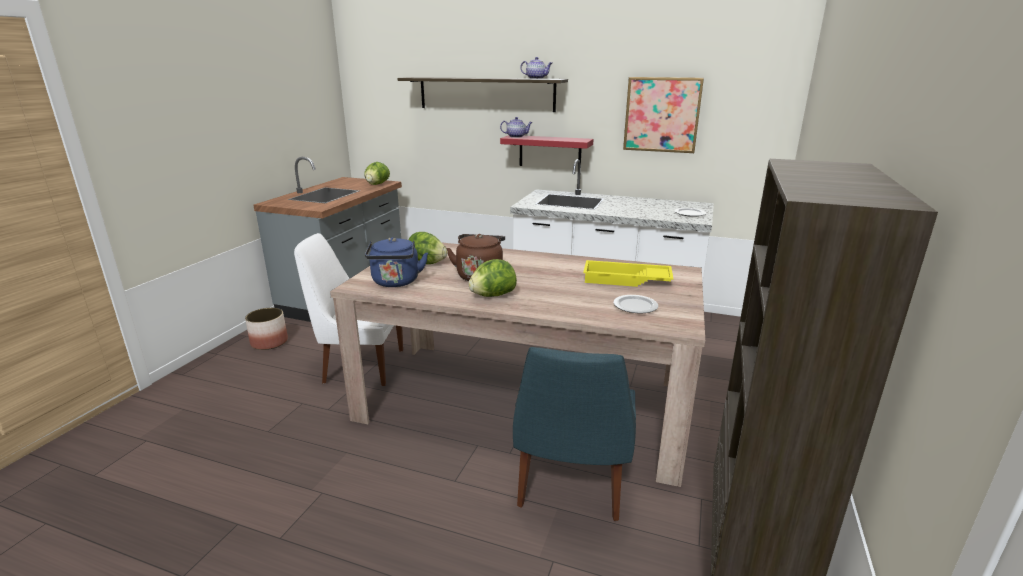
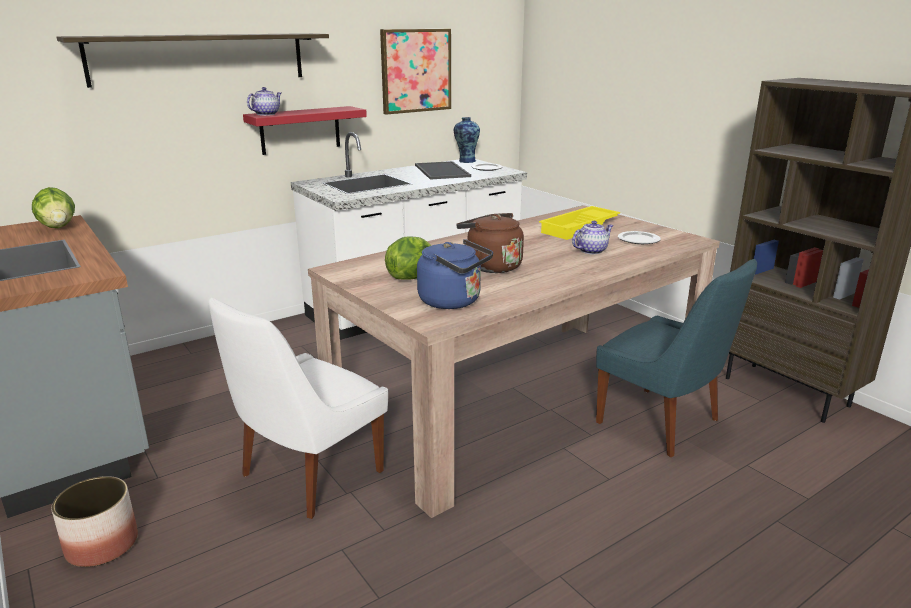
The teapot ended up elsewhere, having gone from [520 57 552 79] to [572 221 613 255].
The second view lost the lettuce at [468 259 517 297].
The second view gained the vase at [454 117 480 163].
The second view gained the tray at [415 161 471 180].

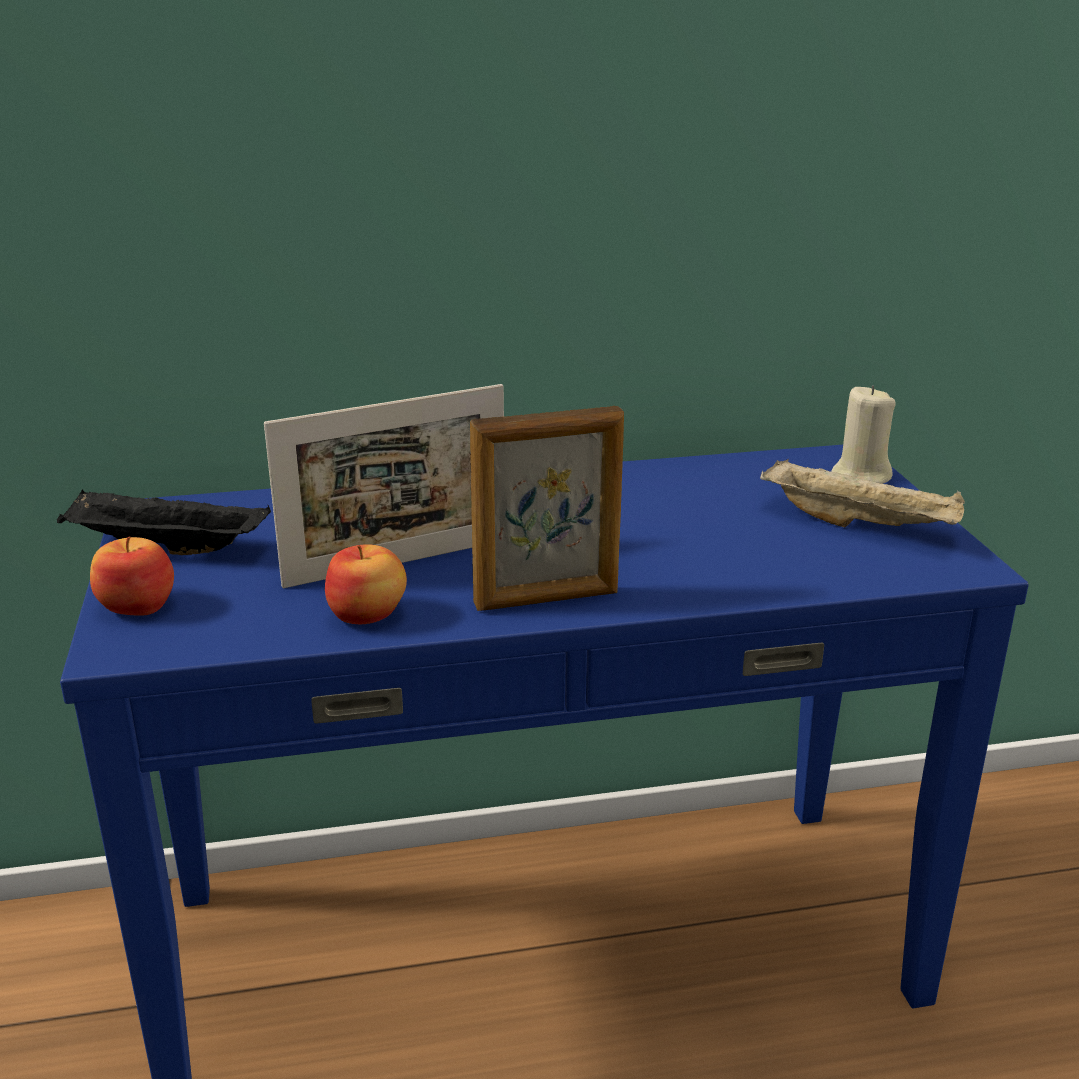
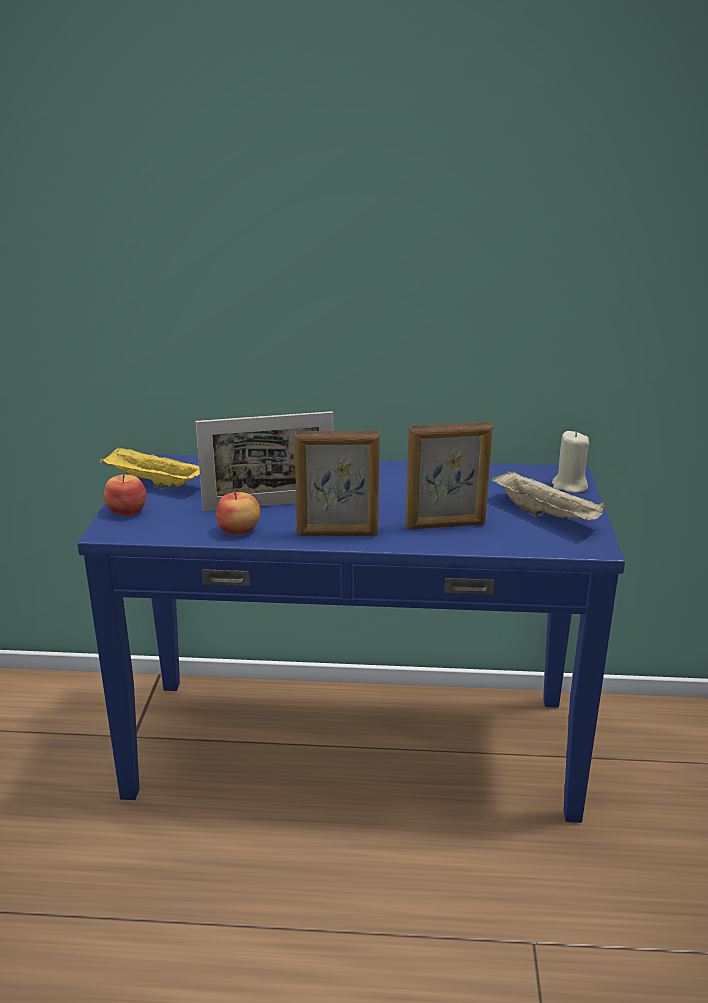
What was the tray in black at [57 490 271 555] turned into the tray in yellow at [100 447 200 488].
The second view gained the picture frame at [405 422 493 529].

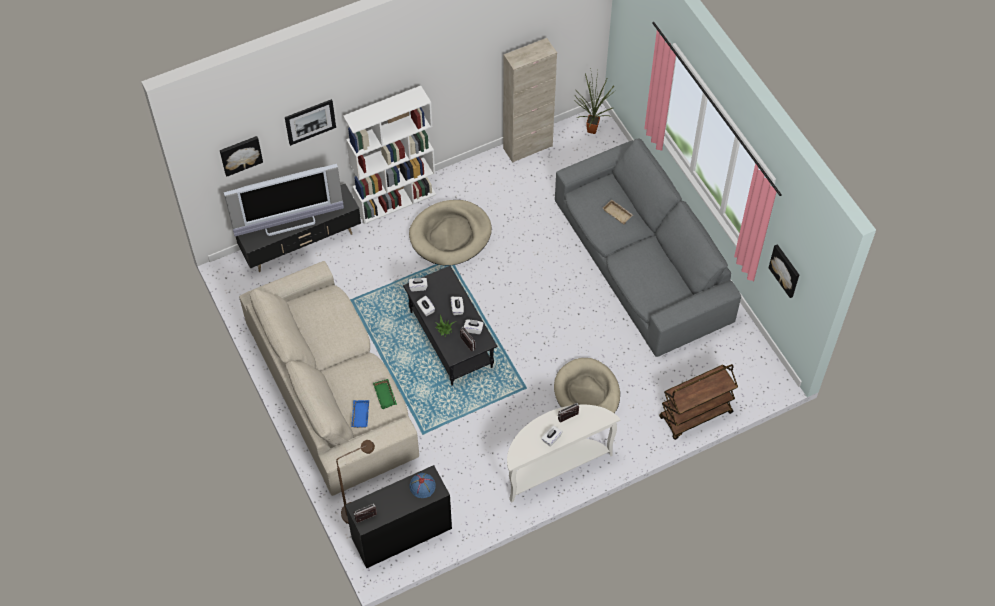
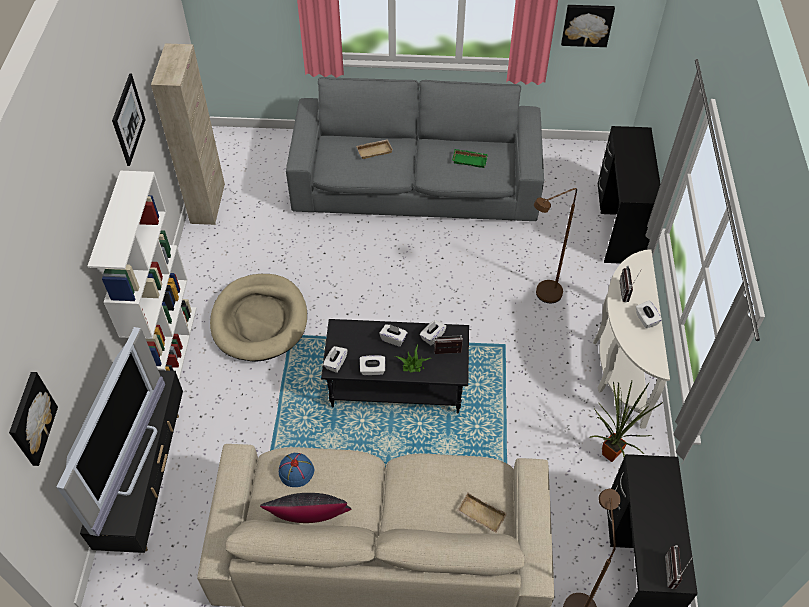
The potted plant ended up elsewhere, having gone from [575 68 616 134] to [589 381 663 462].
The picture ended up elsewhere, having gone from [285 99 336 146] to [112 73 146 166].
Where the dog bed in beige stood at [554 358 620 413], the floor lamp in brown came to stand at [534 188 577 303].
Where the cart in brown stood at [659 364 738 440], the desk in black came to stand at [598 126 660 264].
The tray in green ended up elsewhere, having gone from [373 379 397 409] to [452 149 488 168].
What was the tray in blue at [351 400 369 428] turned into the tray in beige at [457 492 507 533].
The hat in blue ended up elsewhere, having gone from [410 473 436 498] to [279 453 315 487].
The second view gained the pillow in black at [260 493 351 523].

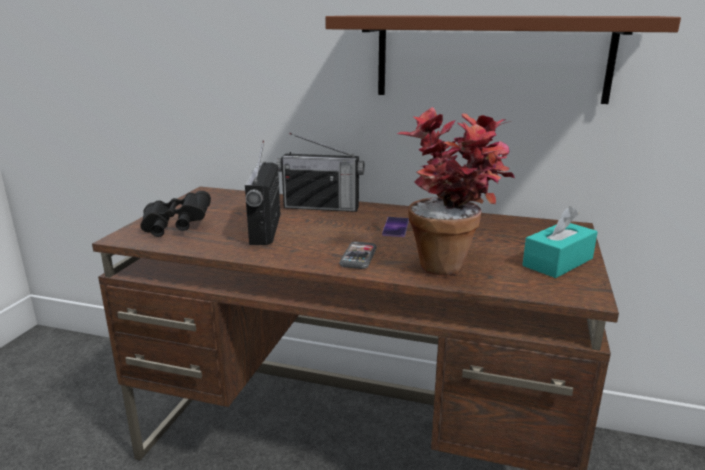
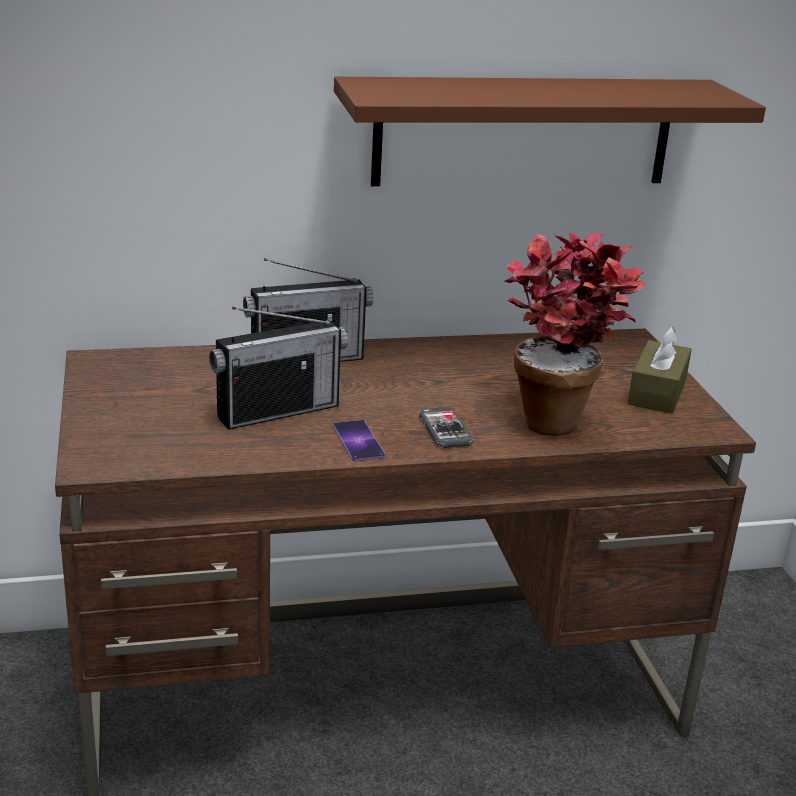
The radio at [245 140 281 245] ended up facing another way, 90 degrees counterclockwise from before.
The second view lost the binoculars in black at [140 191 211 237].
What was the tissue box in turquoise at [522 206 598 278] turned into the tissue box in brown at [628 327 692 414].
The phone ended up elsewhere, having gone from [382 217 409 237] to [333 420 386 462].

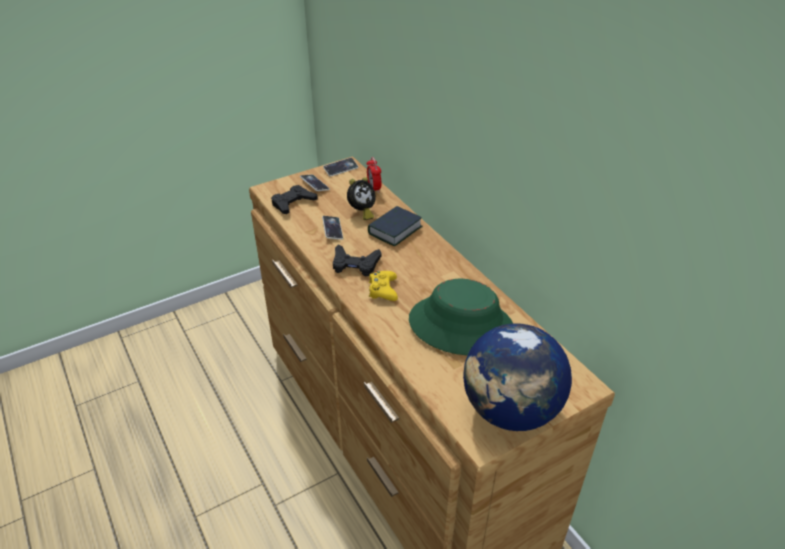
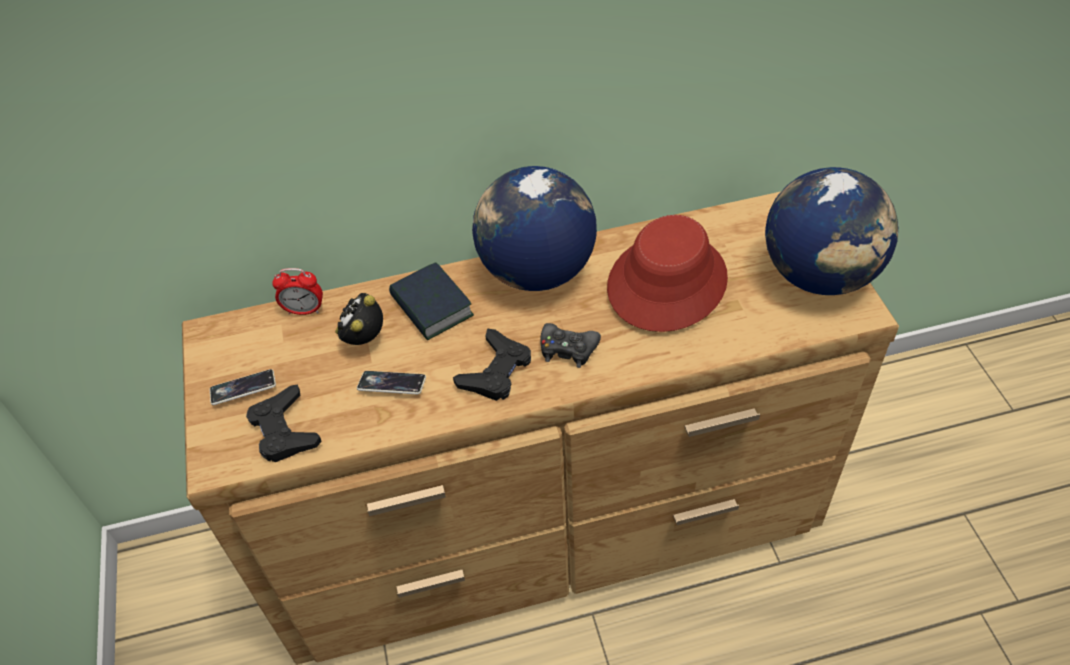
The second view lost the phone at [323 158 358 177].
The alarm clock at [347 177 376 220] ended up facing another way, 135 degrees counterclockwise from before.
What was the game controller in yellow at [369 271 398 301] turned into the game controller in black at [540 323 601 368].
What was the hat in green at [409 279 513 356] turned into the hat in red at [607 215 728 332].
The second view gained the globe at [472 166 597 291].

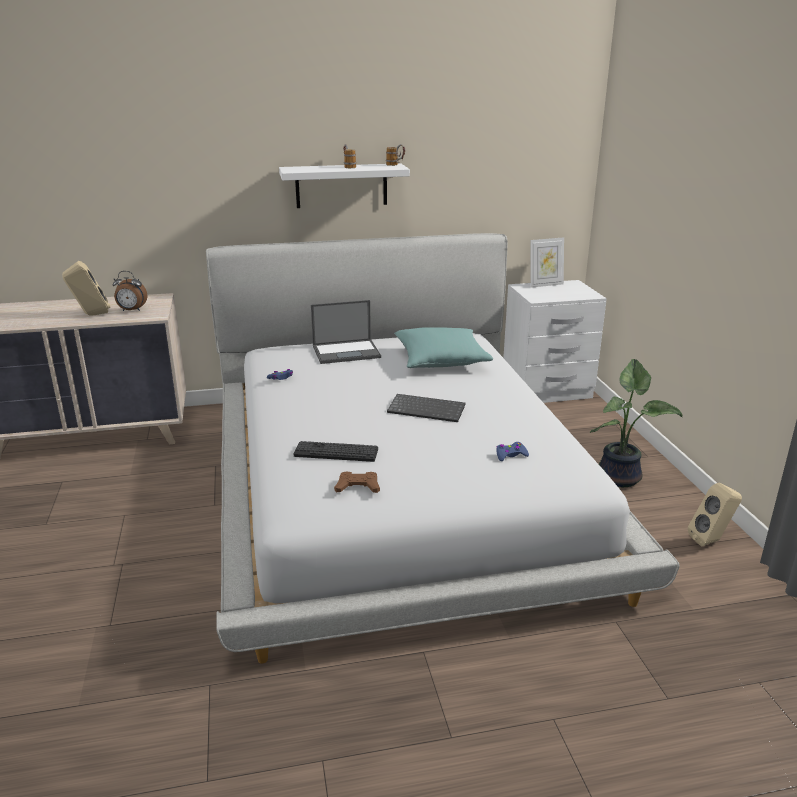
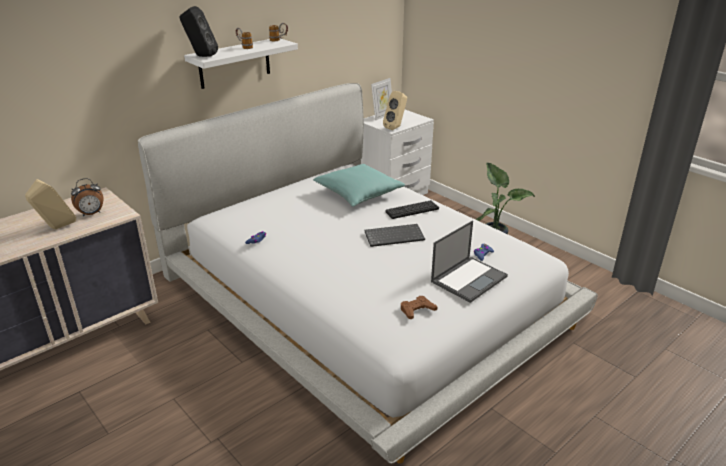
The laptop ended up elsewhere, having gone from [311 300 381 364] to [431 220 508 303].
The keyboard ended up elsewhere, having gone from [294 441 378 462] to [385 200 439 219].
The speaker in beige ended up elsewhere, having gone from [688 483 742 546] to [383 91 407 130].
The second view gained the speaker in black at [180 6 218 57].

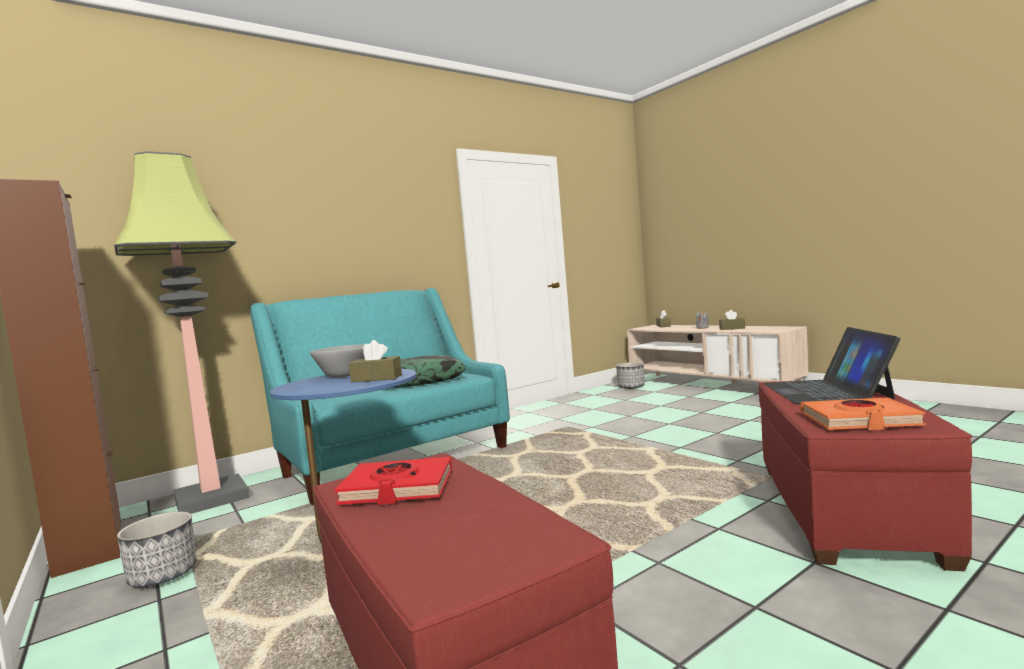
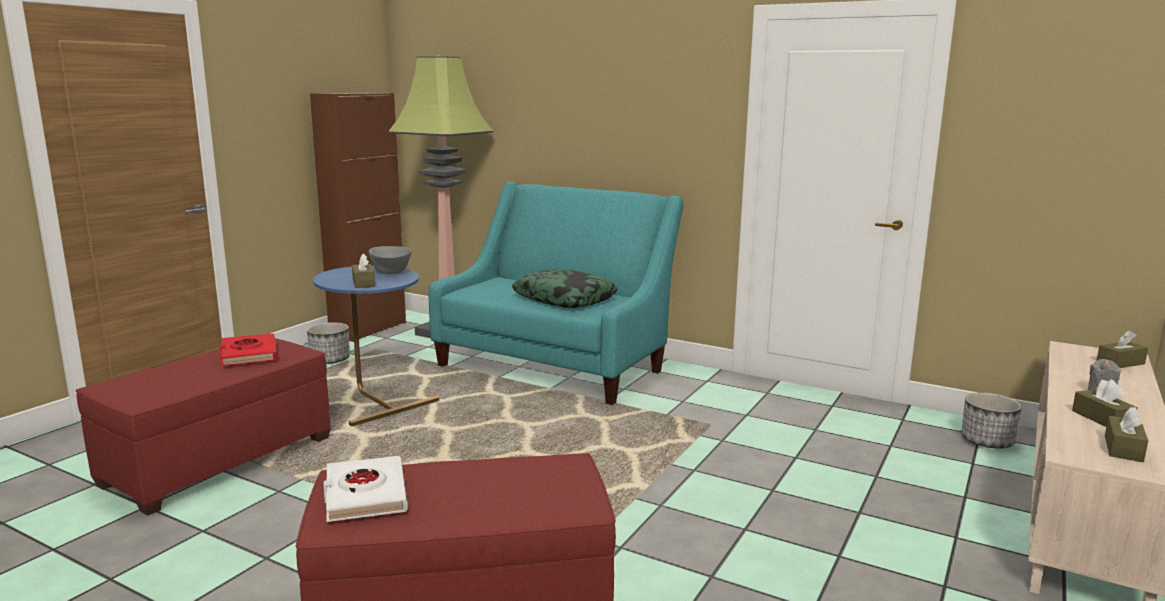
The second view lost the laptop at [763 327 901 404].
What was the book in orange at [800 397 926 430] turned into the book in white at [324 456 408 522].
The second view gained the tissue box in brown at [1105 407 1148 462].

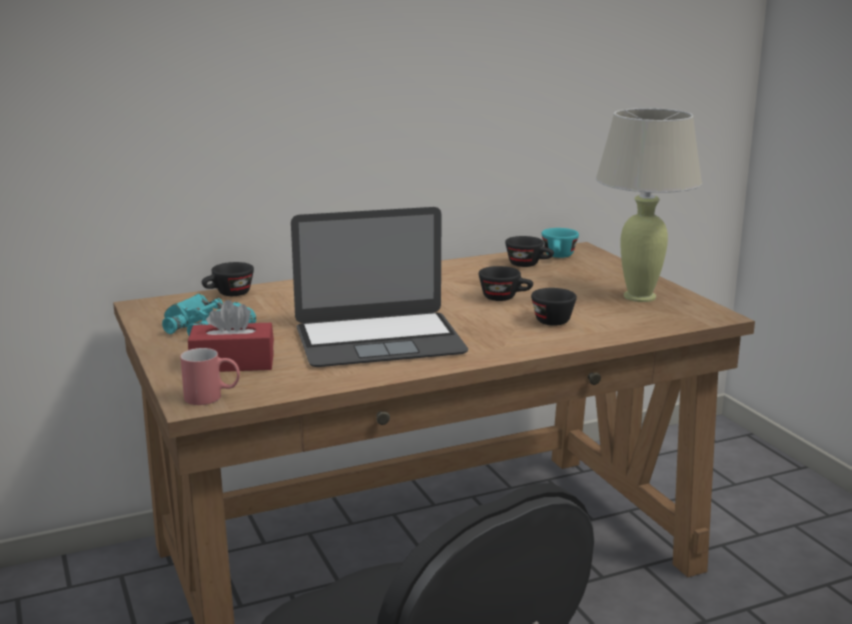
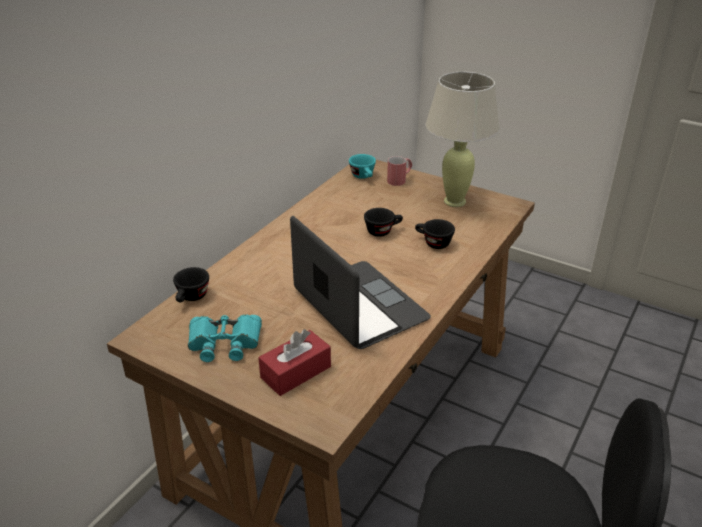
The laptop at [291 207 468 367] ended up facing another way, 75 degrees counterclockwise from before.
The second view lost the cup in black at [505 236 554 267].
The mug in red ended up elsewhere, having gone from [180 348 240 405] to [387 156 412 186].

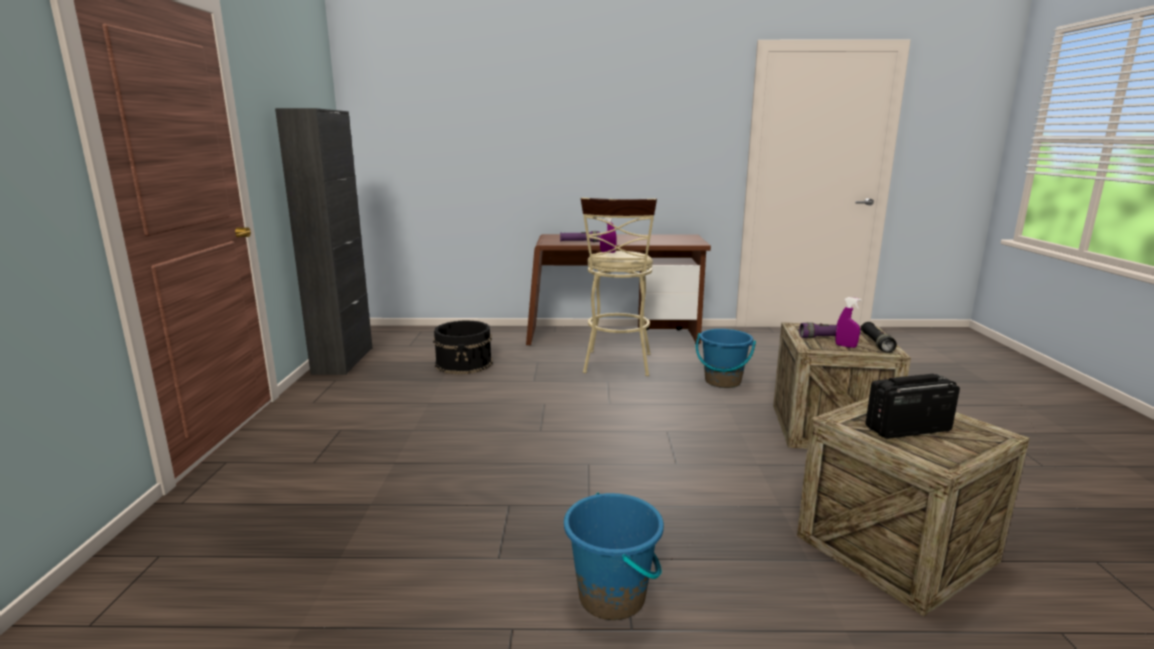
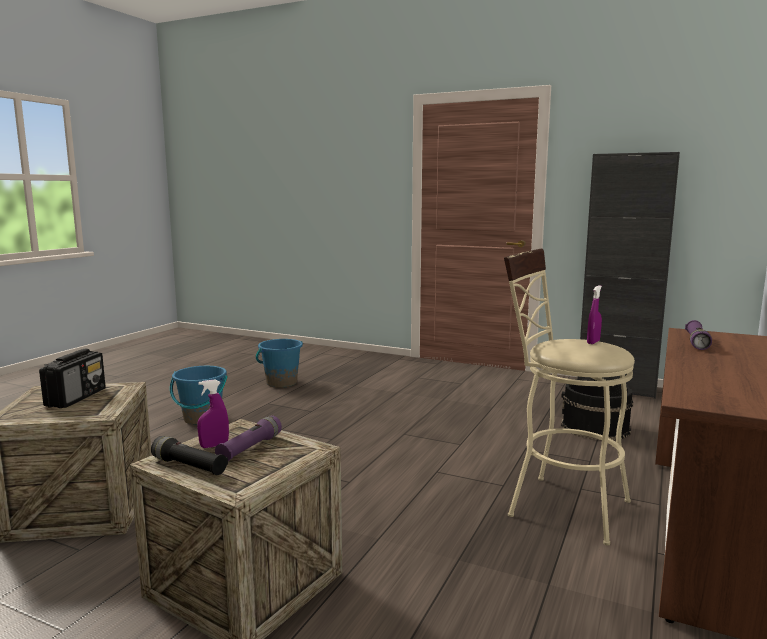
The bucket in blue ended up elsewhere, having gone from [696 329 756 388] to [256 339 303 388].

